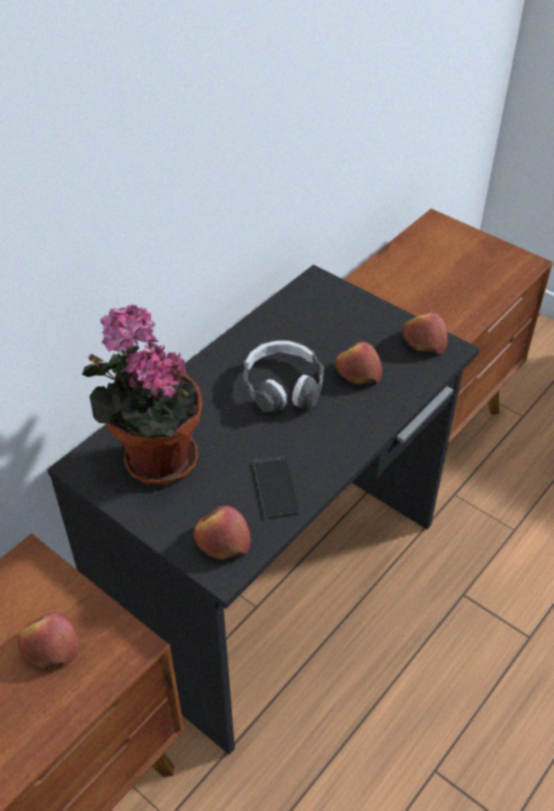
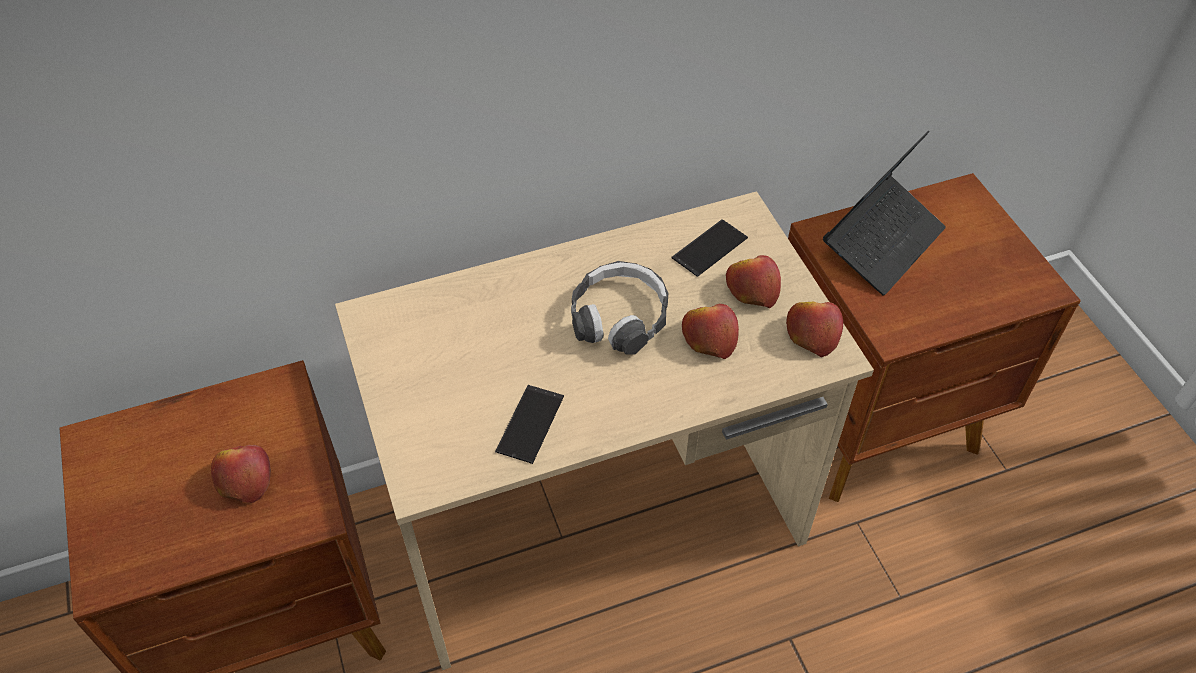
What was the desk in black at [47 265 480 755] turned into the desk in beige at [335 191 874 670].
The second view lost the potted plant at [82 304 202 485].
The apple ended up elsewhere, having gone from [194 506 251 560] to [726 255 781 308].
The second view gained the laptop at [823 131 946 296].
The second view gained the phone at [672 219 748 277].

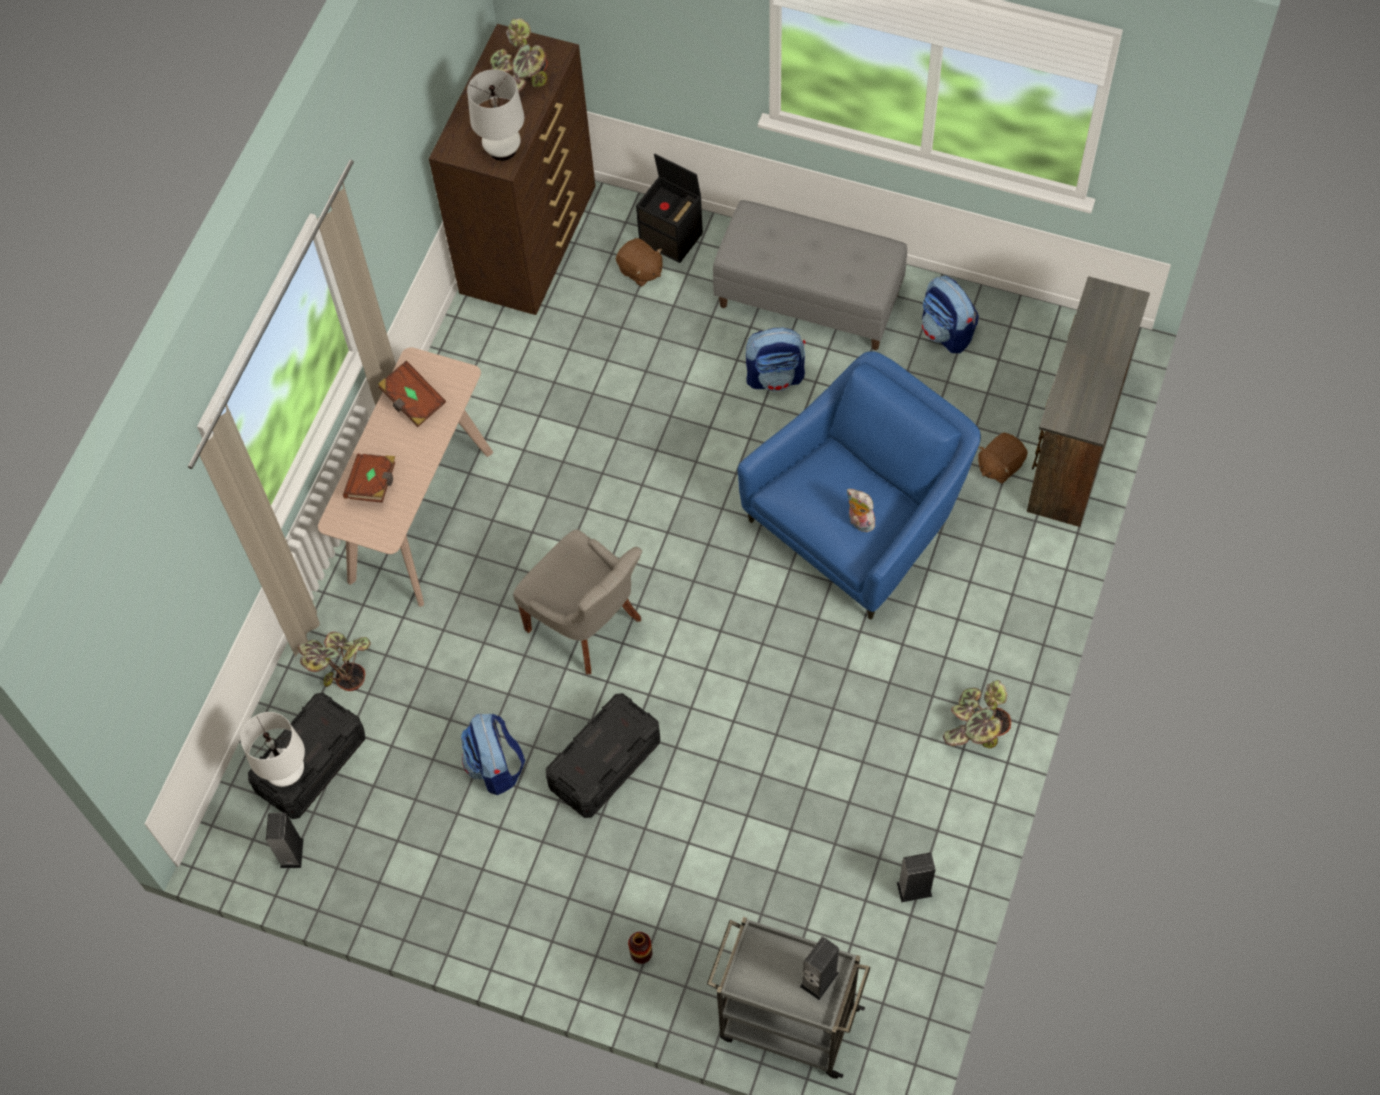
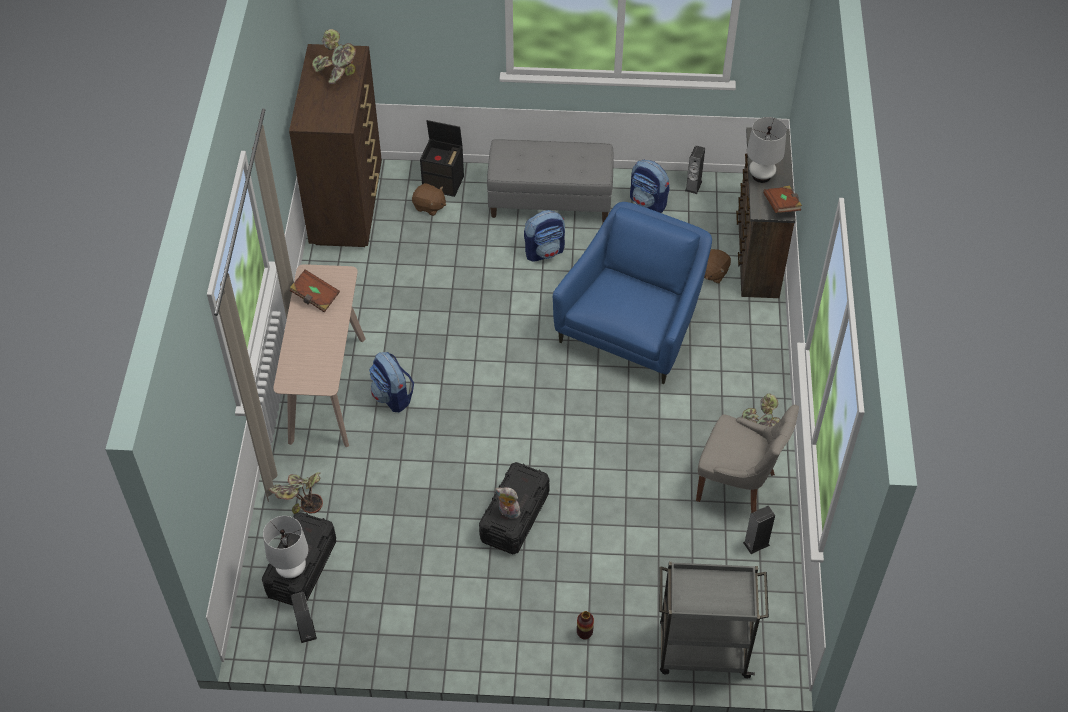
The table lamp in white ended up elsewhere, having gone from [467 69 524 161] to [747 117 787 183].
The book in brown ended up elsewhere, having gone from [343 453 395 503] to [763 186 802 213].
The plush toy ended up elsewhere, having gone from [847 489 875 532] to [495 487 521 519].
The chair in grey ended up elsewhere, having gone from [513 529 642 674] to [696 405 799 513].
The backpack ended up elsewhere, having gone from [461 714 525 795] to [369 352 414 412].
The speaker ended up elsewhere, having gone from [800 936 839 1000] to [685 145 705 194].

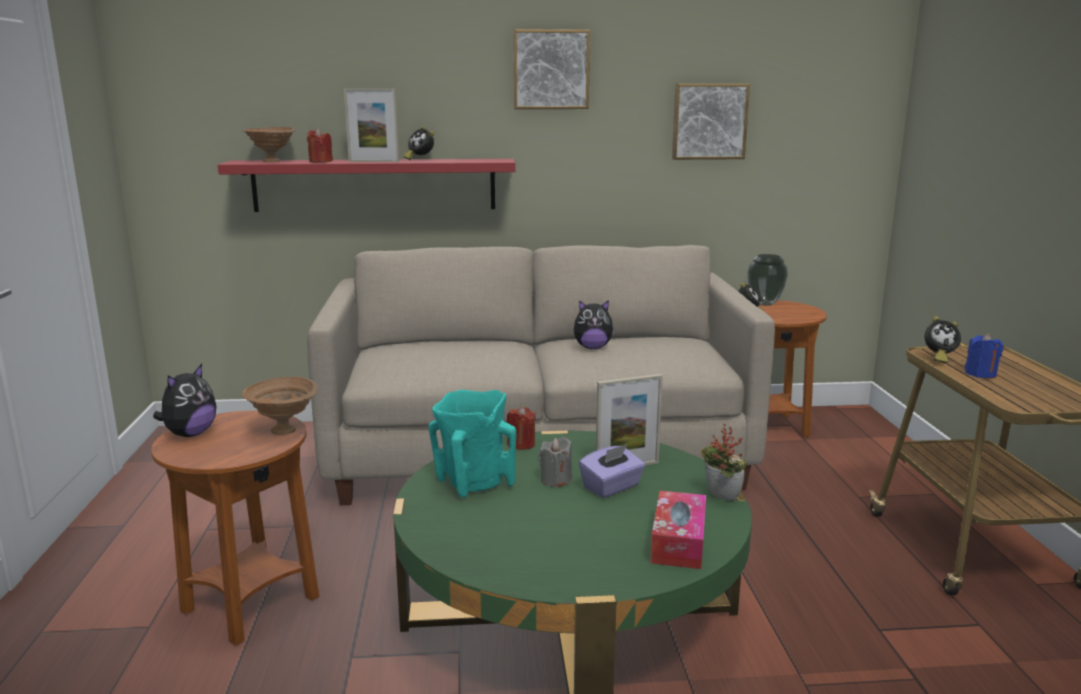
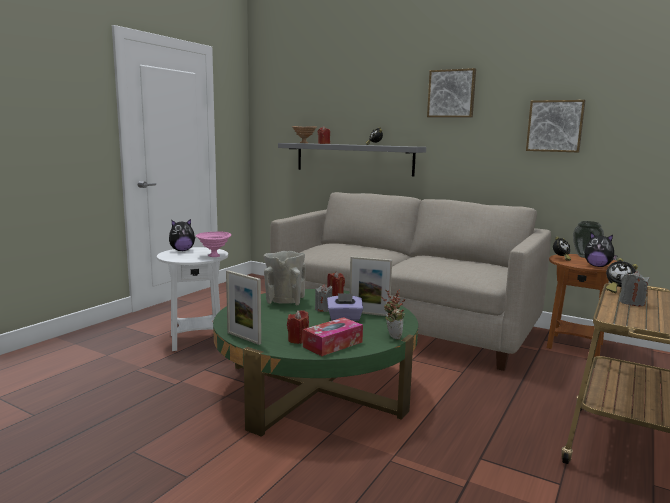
The picture frame ended up elsewhere, having gone from [344 88 399 162] to [226 270 261 345].
What was the shelf in red at [218 159 515 212] turned into the shelf in grey at [278 143 426 176].
The plush toy ended up elsewhere, having gone from [574 300 615 349] to [584 233 618 267].
What was the candle in blue at [964 333 1004 378] turned into the candle in grey at [619 271 650 306].
What was the bowl in brown at [242 376 318 435] turned into the bowl in pink at [196 231 231 257].
What was the vase in turquoise at [429 389 516 498] turned into the vase in beige at [263 251 306 306].
What was the side table in brown at [151 411 319 646] turned into the side table in white at [157 247 228 351].
The second view gained the candle in red at [287 310 309 344].

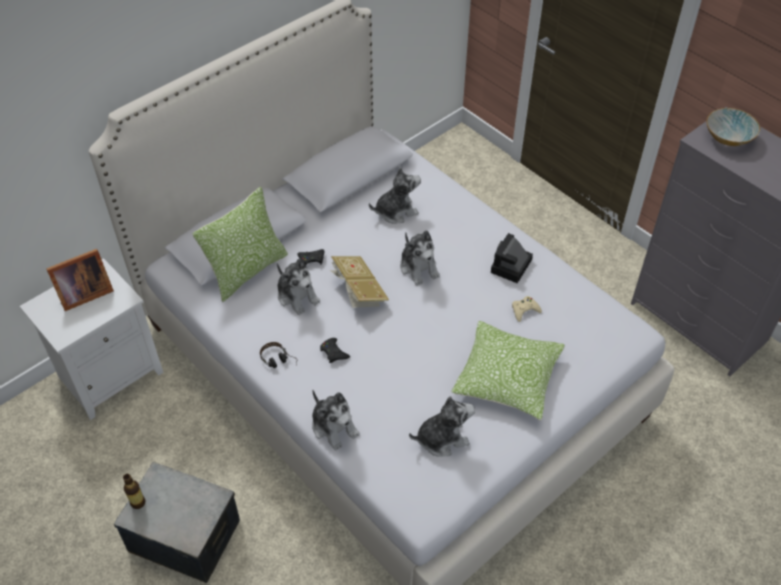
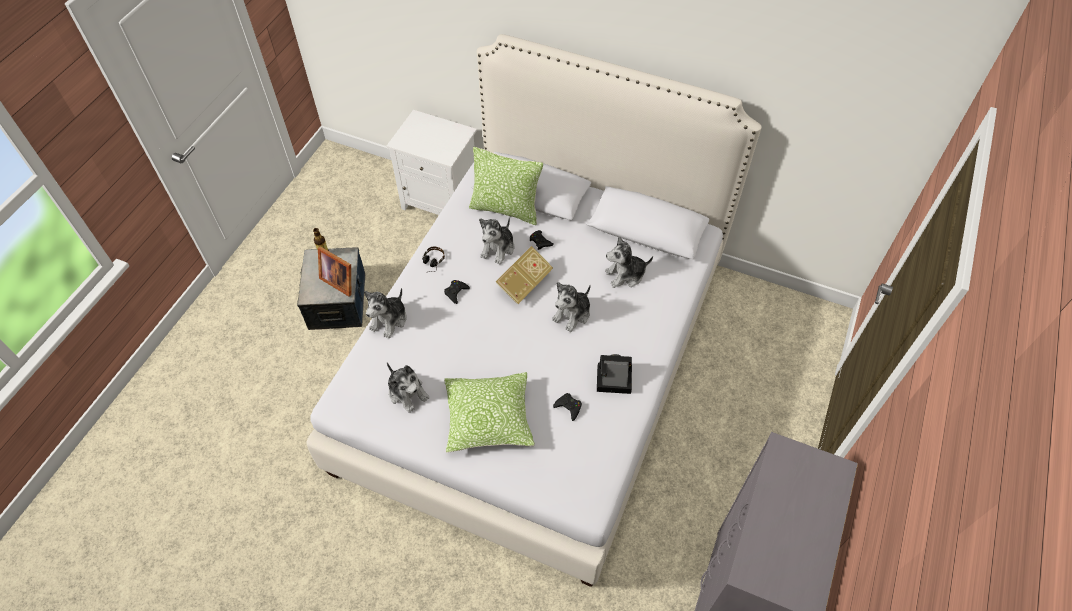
The second view lost the bowl at [706 108 760 146].
The plush toy at [369 167 421 224] ended up facing another way, 120 degrees clockwise from before.
The picture frame ended up elsewhere, having gone from [46 249 114 311] to [318 246 351 297].
What was the game controller in beige at [512 296 542 322] turned into the game controller in black at [553 393 582 421].

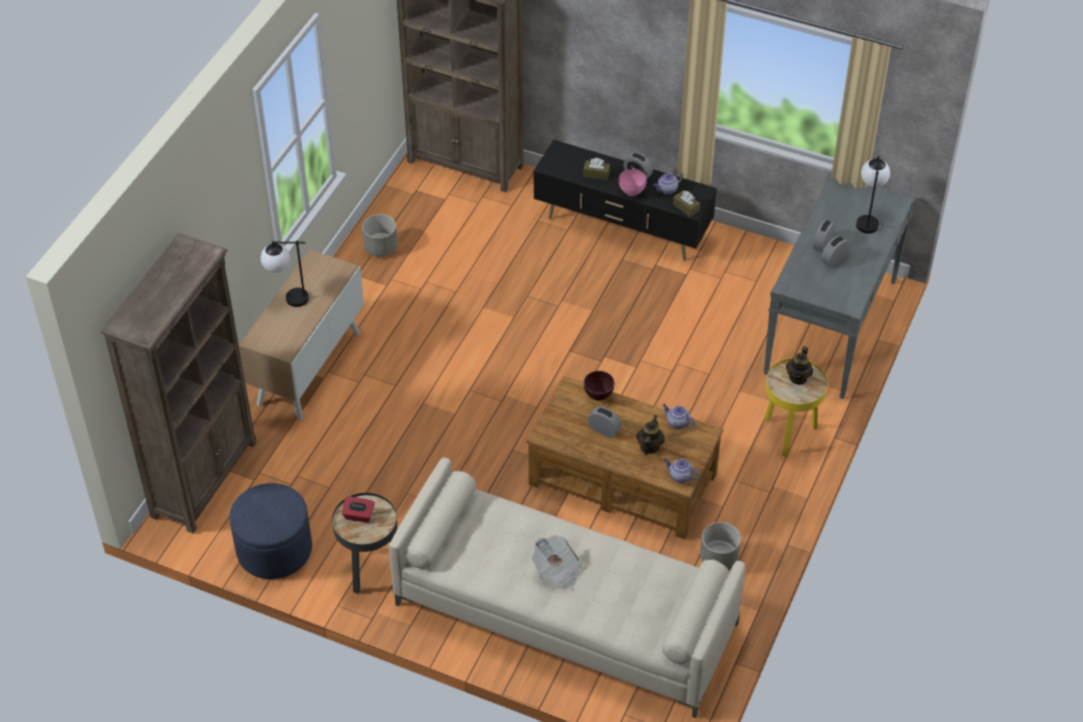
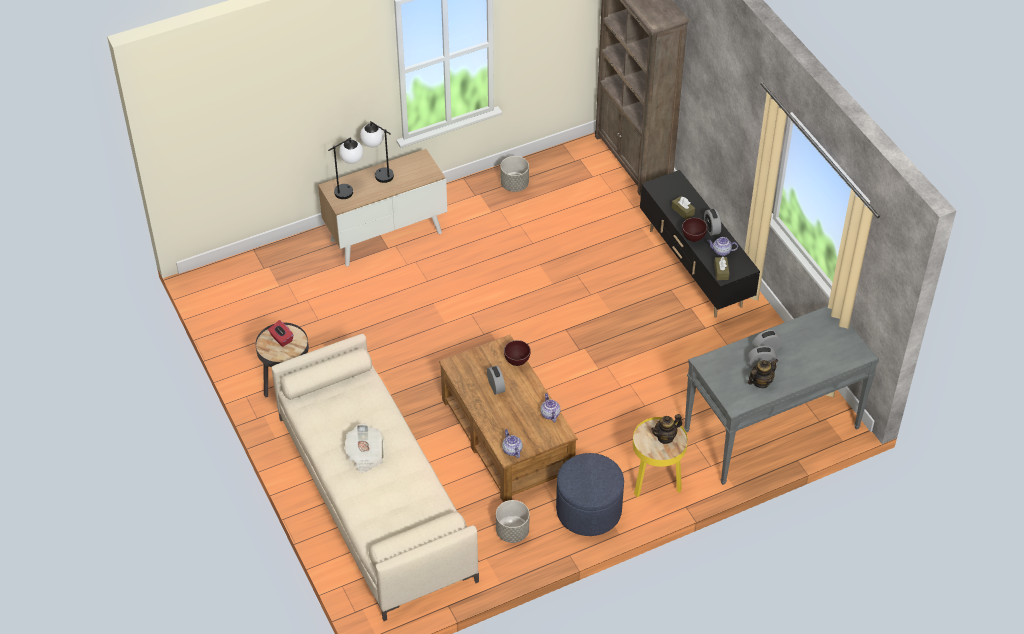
The table lamp ended up elsewhere, having gone from [856 156 890 234] to [328 137 363 199].
What was the bowl in pink at [619 169 647 196] turned into the bowl in brown at [682 218 707 242].
The second view lost the bookcase in brown at [100 233 256 534].
The teapot ended up elsewhere, having gone from [636 415 665 455] to [748 359 778 388].
The ottoman in blue ended up elsewhere, having gone from [229 483 312 579] to [556 453 624 536].

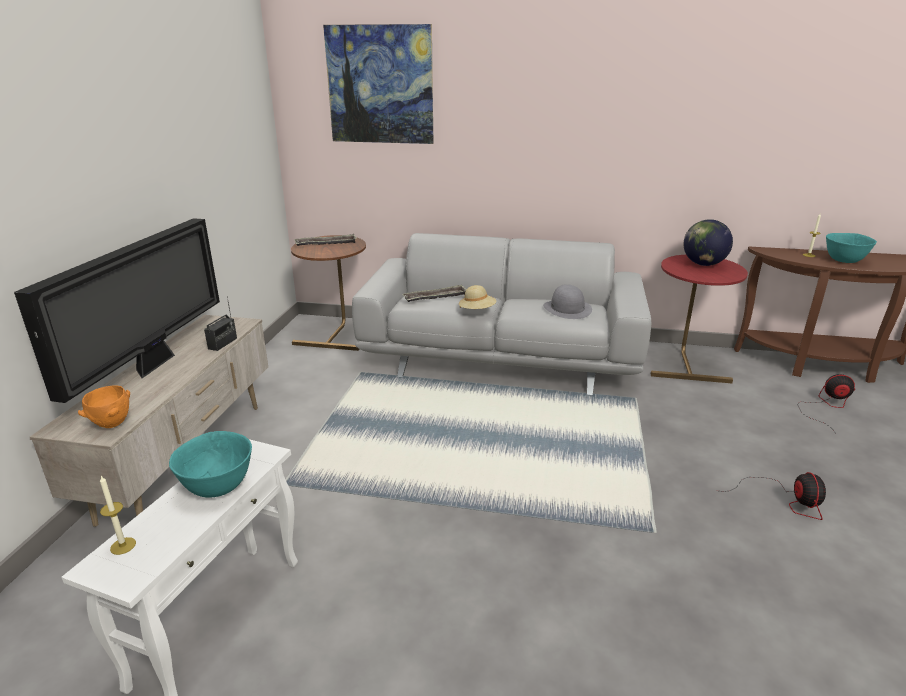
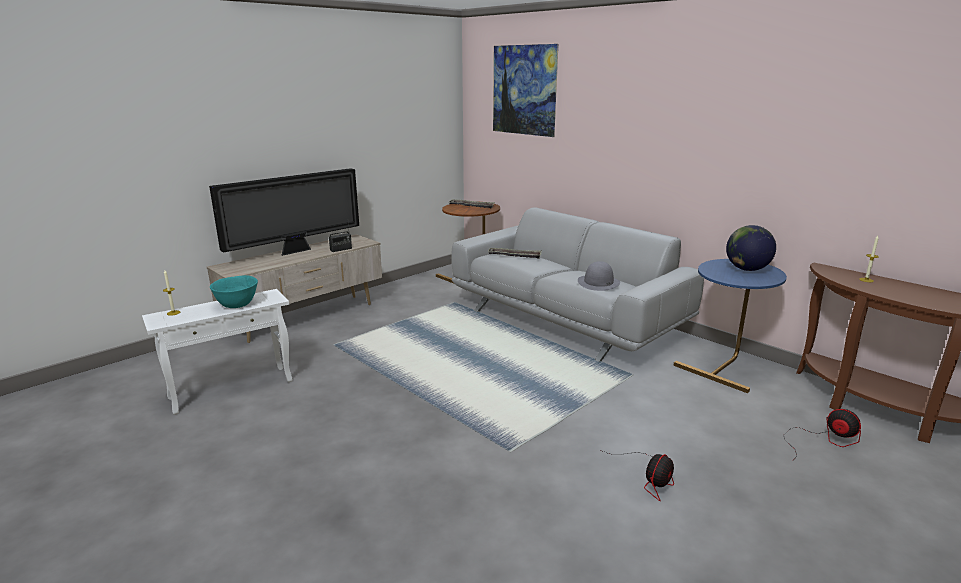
The second view lost the bowl in turquoise at [826 233 877 263].
What was the side table in red at [651 255 748 383] turned into the side table in blue at [673 259 787 393].
The second view lost the hat in beige at [459 285 496 309].
The second view lost the bowl in orange at [78 385 130 428].

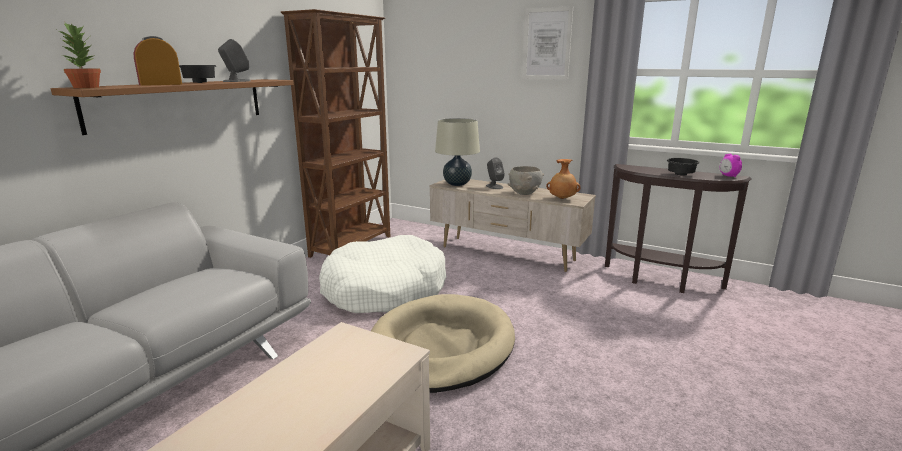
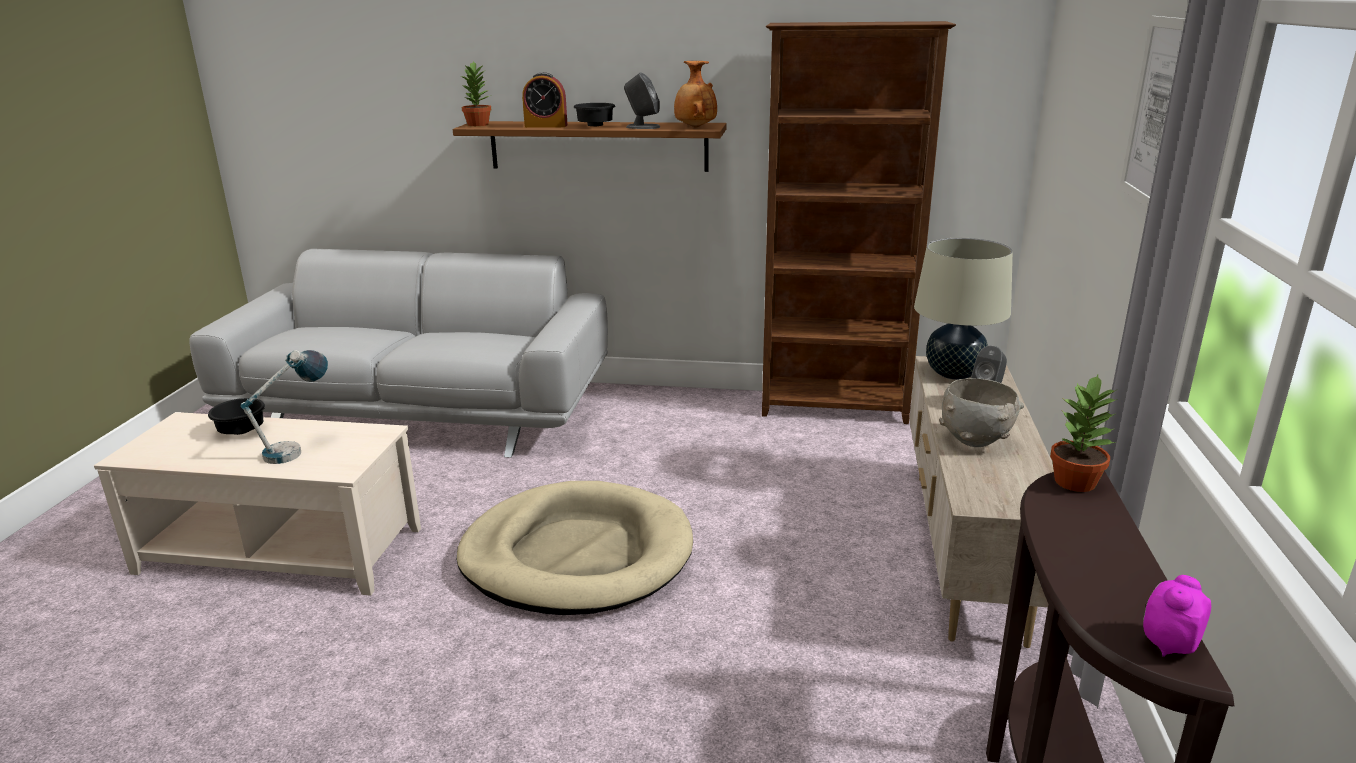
The alarm clock at [134 36 182 86] ended up facing another way, 150 degrees clockwise from before.
The bowl in black ended up elsewhere, having gone from [667 158 699 176] to [208 398 265 435].
The vase in brown ended up elsewhere, having gone from [546 159 581 199] to [674 61 717 128].
The second view lost the dog bed in white at [319 235 447 313].
The second view gained the table lamp at [240 350 328 464].
The second view gained the potted plant at [1050 375 1117 492].

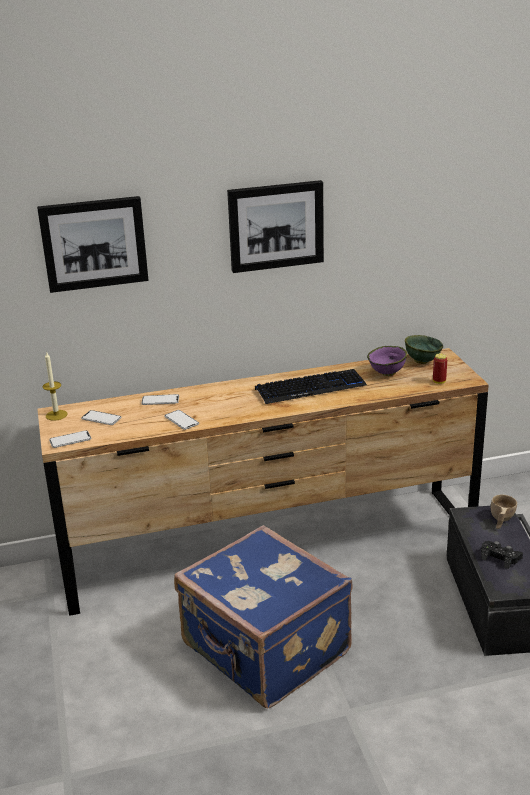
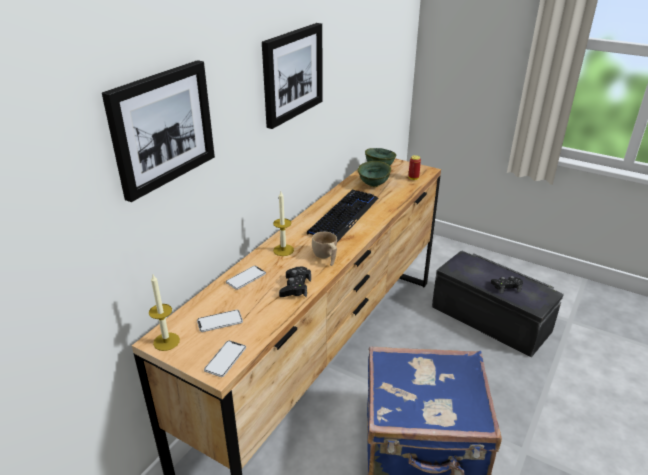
What was the bowl in purple at [367 346 407 376] turned into the bowl in green at [358 161 391 187].
Where the phone stood at [164 410 199 430], the game controller in black came to stand at [279 266 311 297].
The cup in beige ended up elsewhere, having gone from [491 494 517 529] to [312 232 337 266].
The second view gained the candle at [273 191 294 256].

